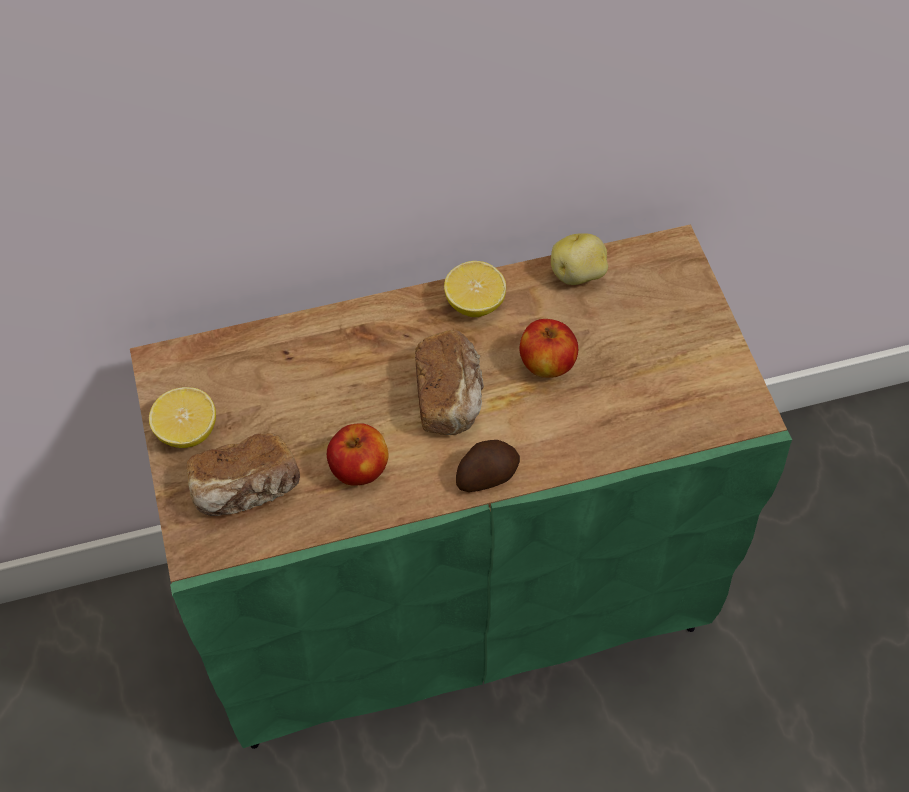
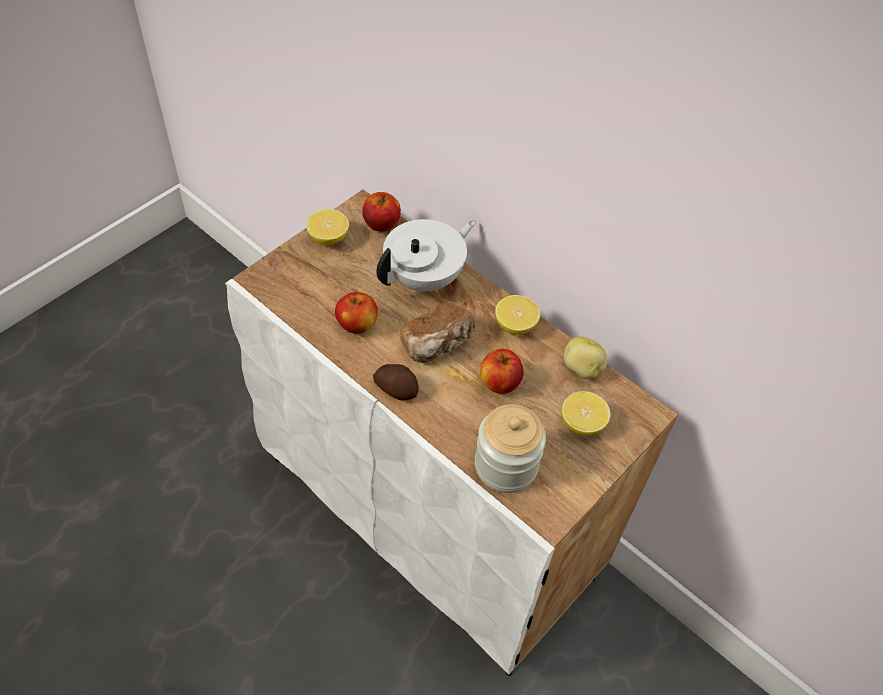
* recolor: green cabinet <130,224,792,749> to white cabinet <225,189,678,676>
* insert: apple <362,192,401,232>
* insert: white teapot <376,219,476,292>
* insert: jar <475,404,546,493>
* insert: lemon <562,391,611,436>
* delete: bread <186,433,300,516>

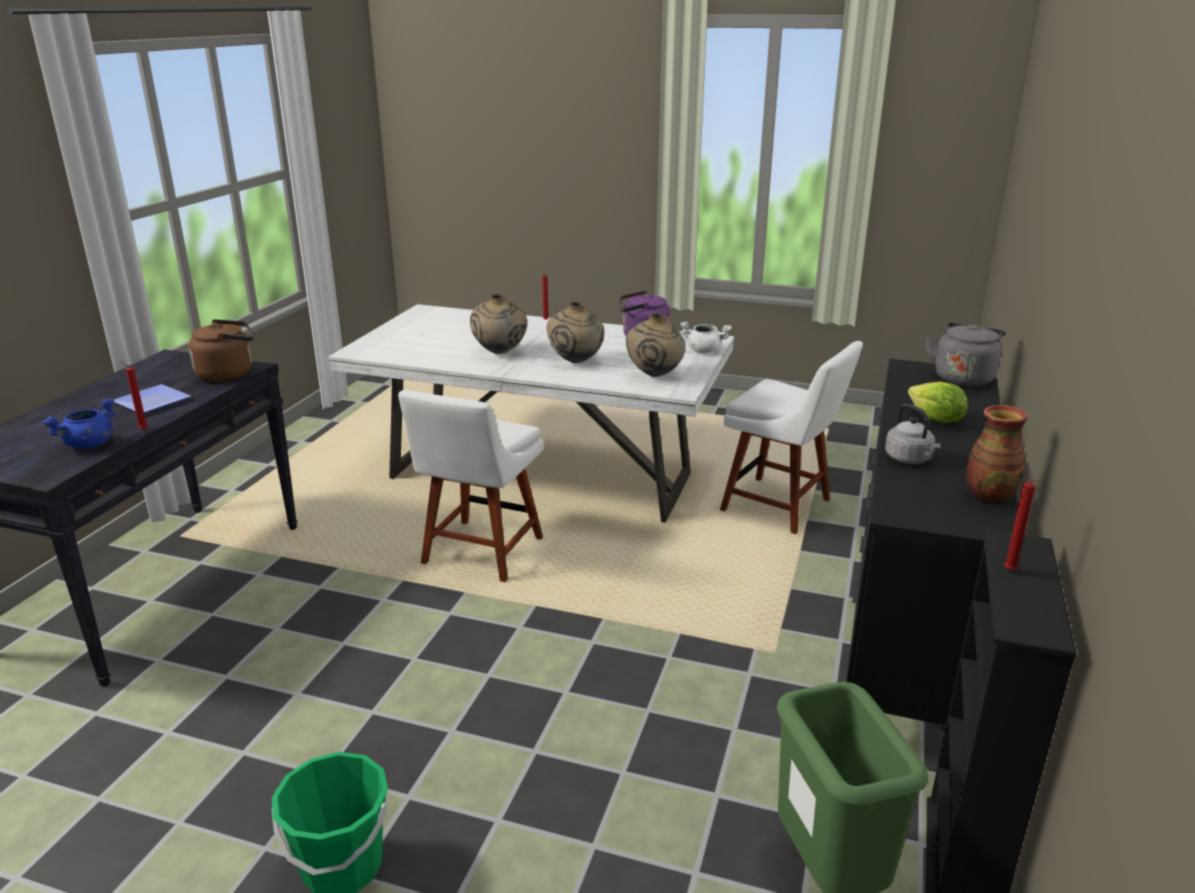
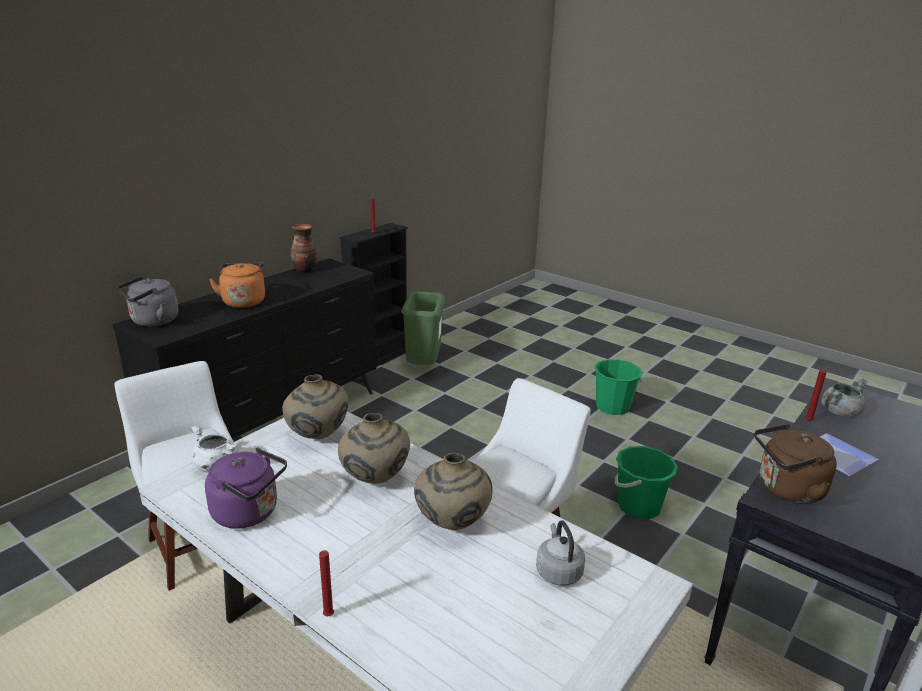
* replace: lettuce <908,381,968,423> to orange kettle <209,263,265,308>
* move: grey kettle <885,404,941,464> to <536,521,585,586>
* insert: green bucket <615,446,678,519>
* recolor: blue cooking pot <43,399,115,449> to grey cooking pot <821,378,868,418>

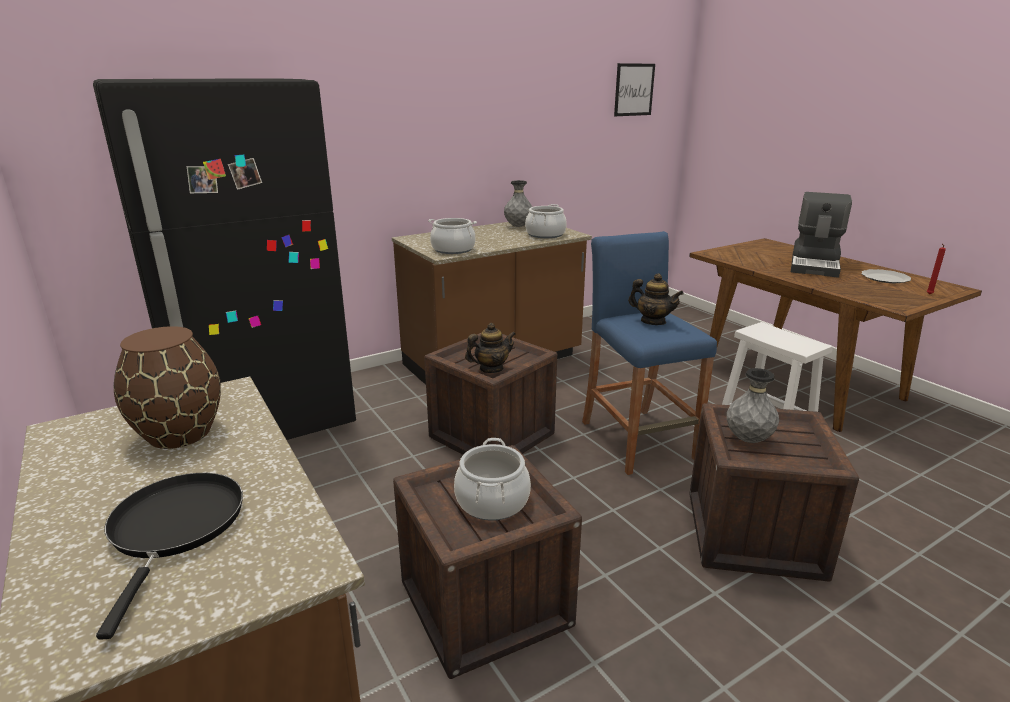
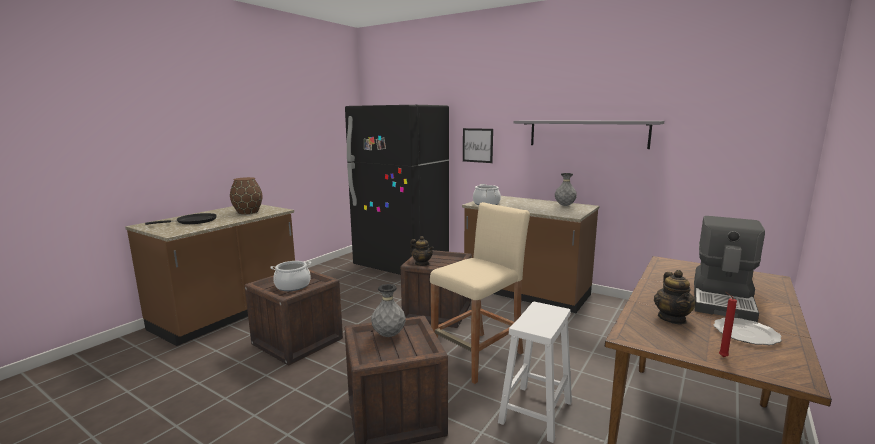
* recolor: blue stool <582,231,717,475> to beige stool <430,202,530,384>
* move: picture <614,63,655,116> to <463,128,493,163>
* insert: grey shelf <514,120,664,149>
* move: teapot <628,273,684,325> to <654,270,696,324>
* rotate: coffee machine <791,192,852,278> = <694,216,765,322> 60 degrees counterclockwise
* delete: cooking pot <525,204,567,238>

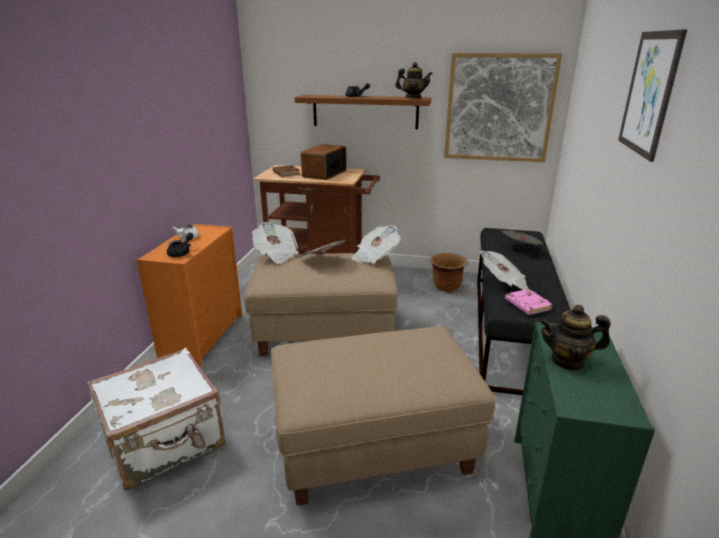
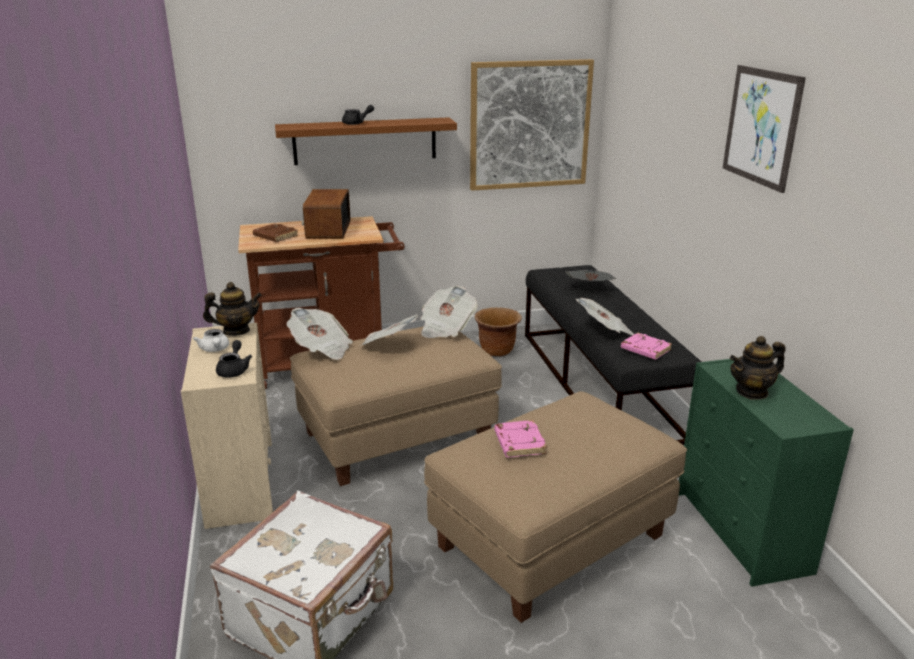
* recolor: orange dresser <137,224,243,366> to beige dresser <181,323,273,529>
* move: teapot <395,62,433,98> to <203,282,262,336>
* insert: pink book <494,420,547,458>

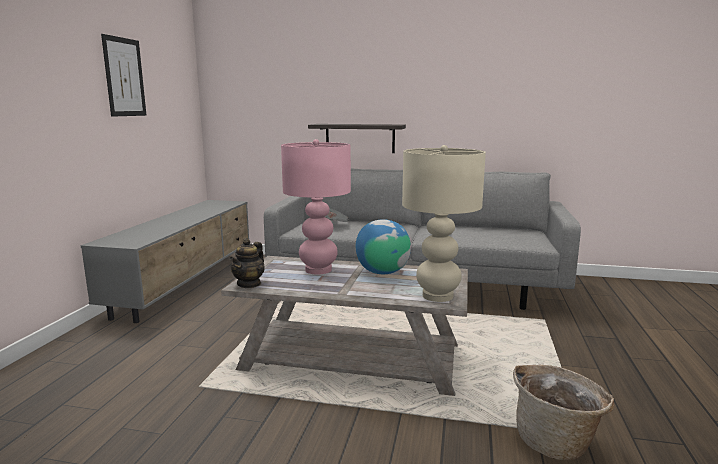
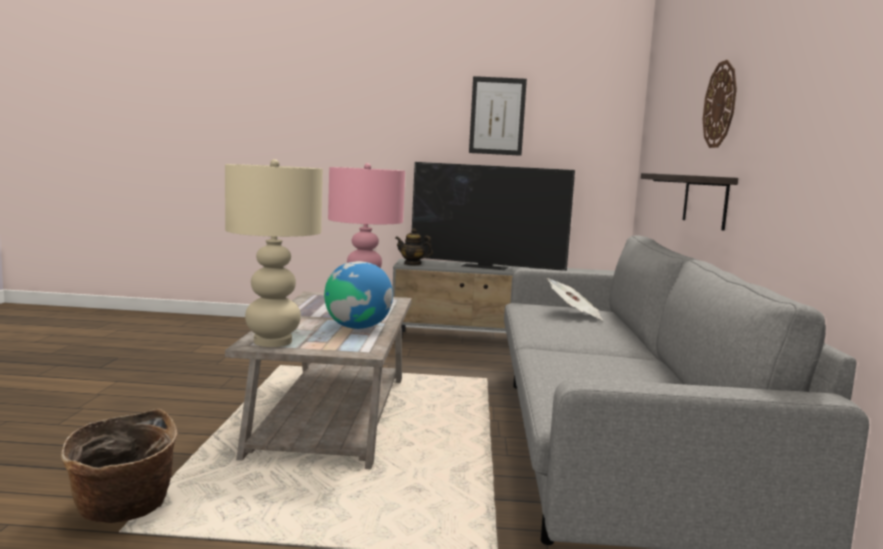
* move: teapot <230,238,265,288> to <396,228,433,265>
* insert: television <412,162,575,271>
* insert: wall clock <703,60,737,148>

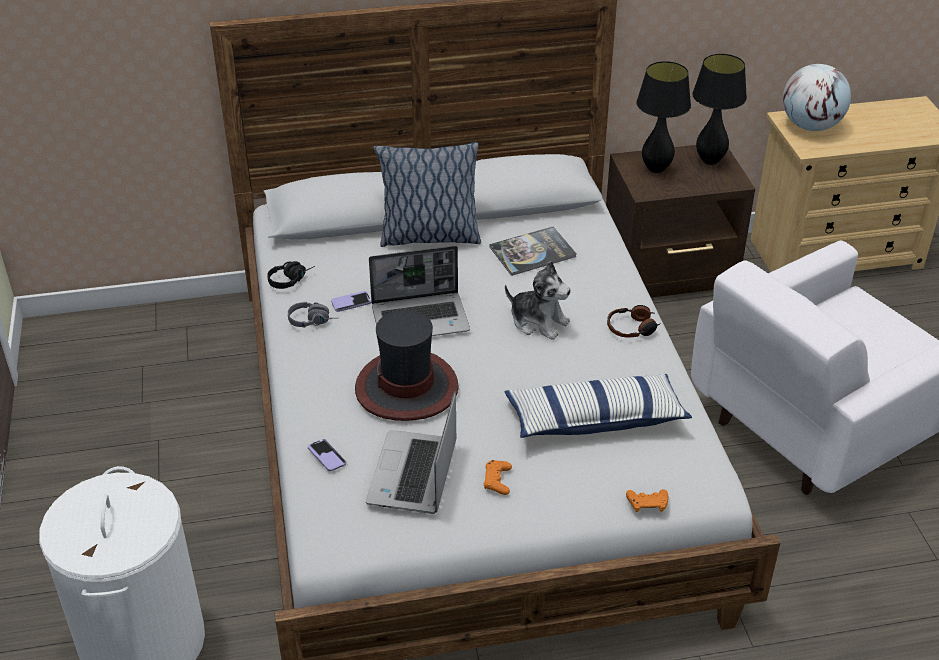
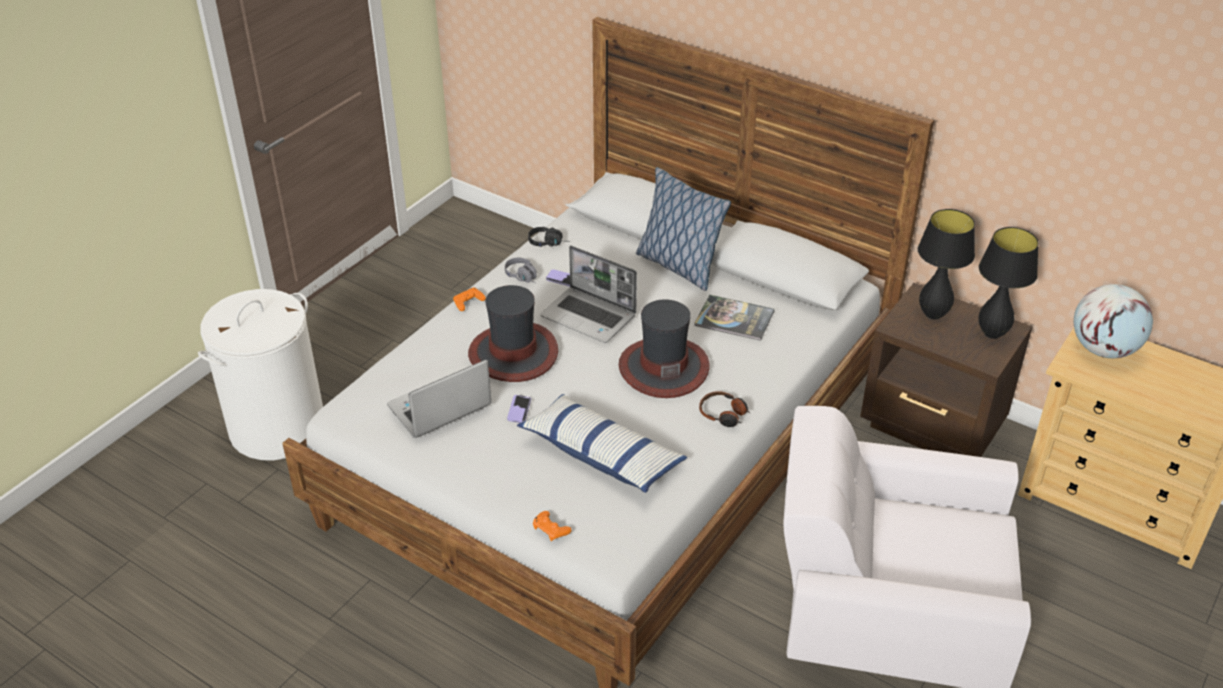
* move: orange game controller <484,460,512,495> to <453,287,486,311>
* move: phone <308,439,346,471> to <507,395,531,423>
* replace: plush toy <505,261,571,340> to hat <619,299,710,398>

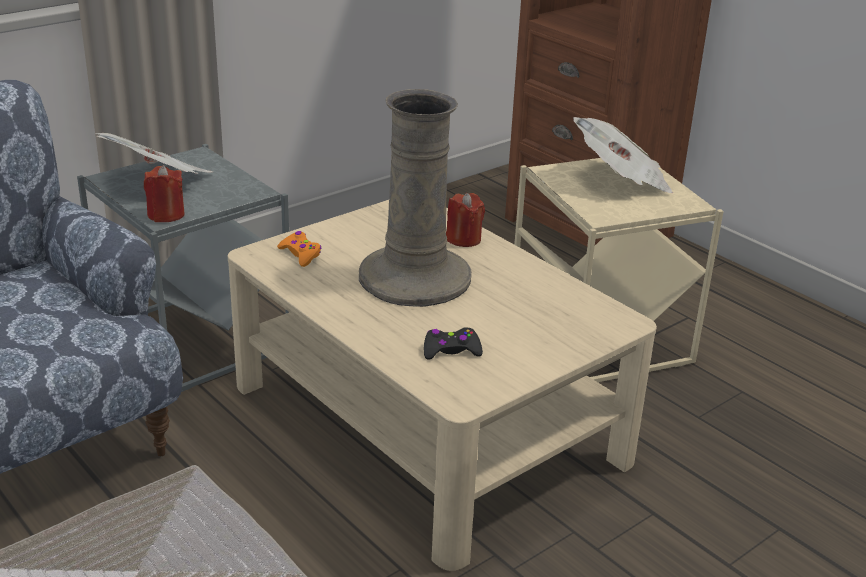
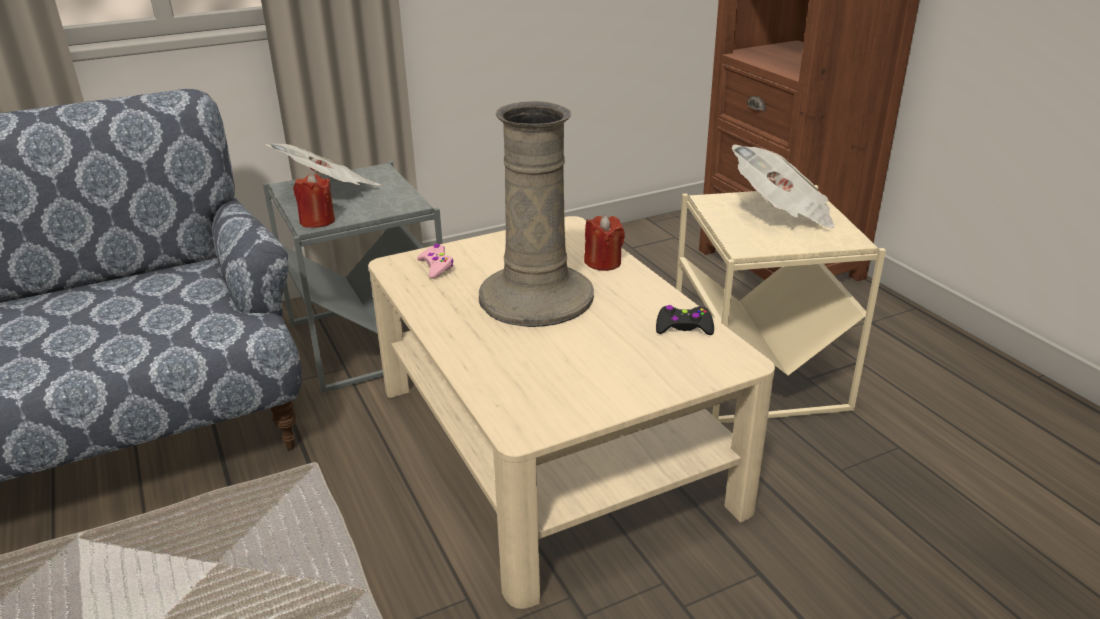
* recolor: orange game controller <277,231,322,267> to pink game controller <417,244,453,279>
* move: black game controller <424,328,483,360> to <656,305,714,335>

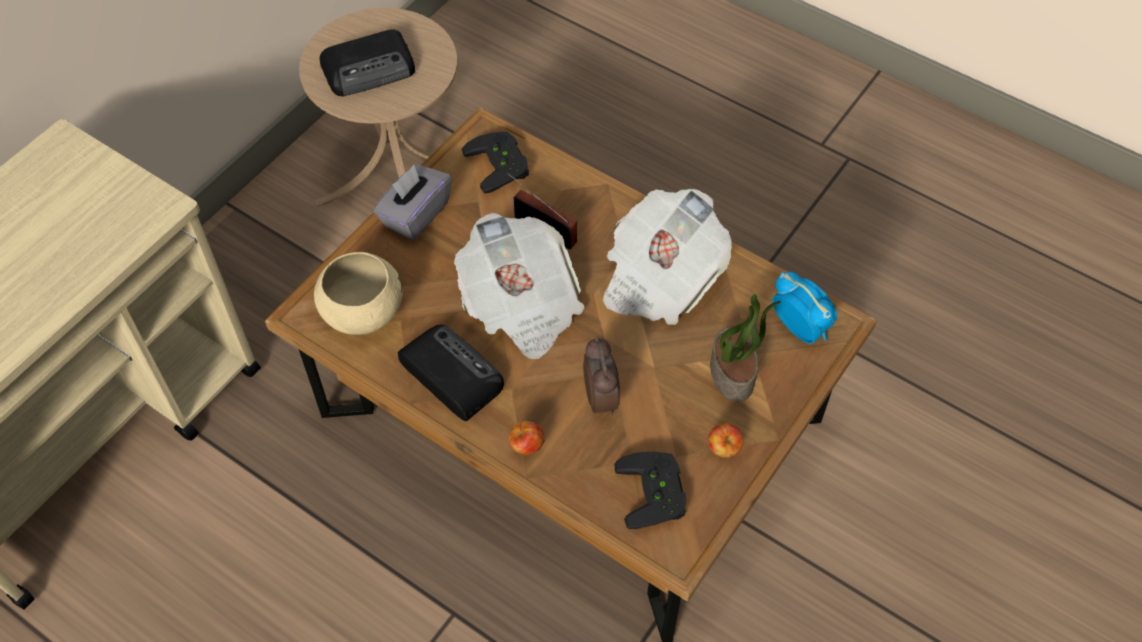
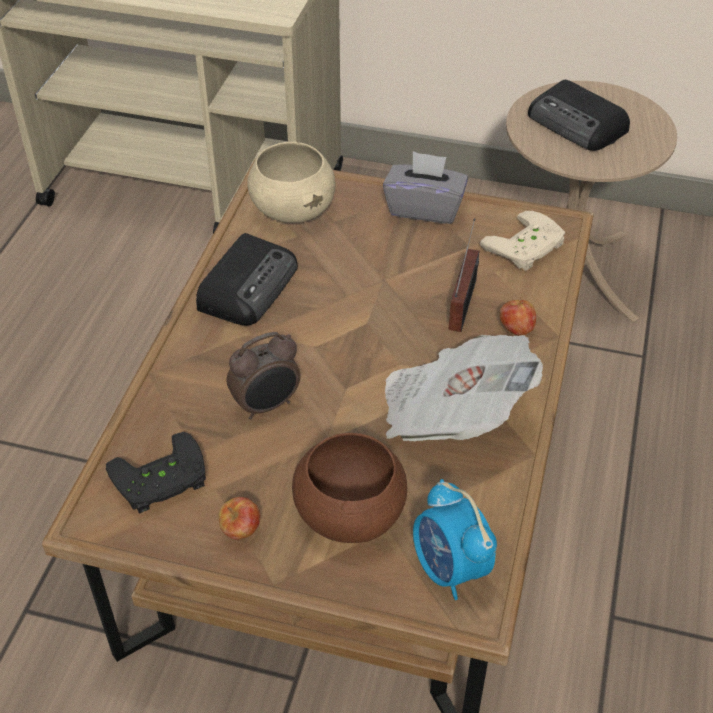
* replace: potted plant <710,294,781,402> to brown bowl <292,433,407,543>
* rotate: alarm clock <772,272,837,344> = <413,479,497,600> 120 degrees clockwise
* recolor: black game controller <462,131,529,194> to beige game controller <480,211,565,271>
* move: apple <509,421,545,455> to <500,297,536,335>
* delete: newspaper <454,213,585,359>

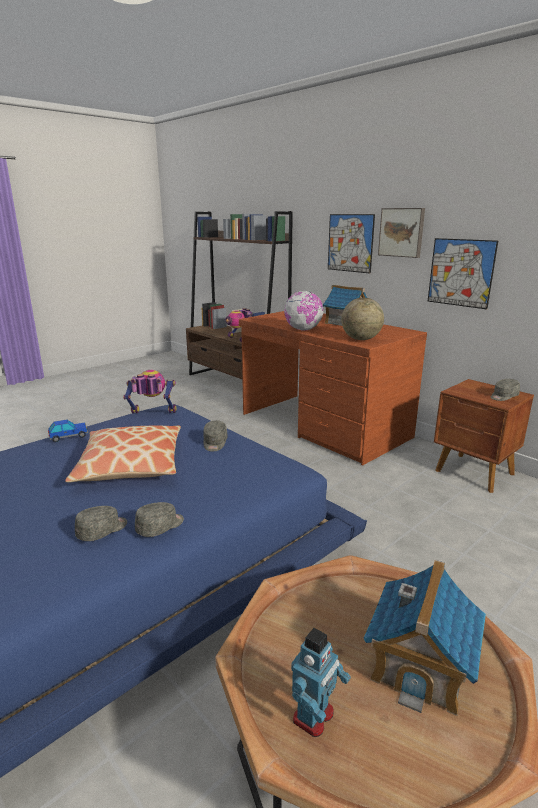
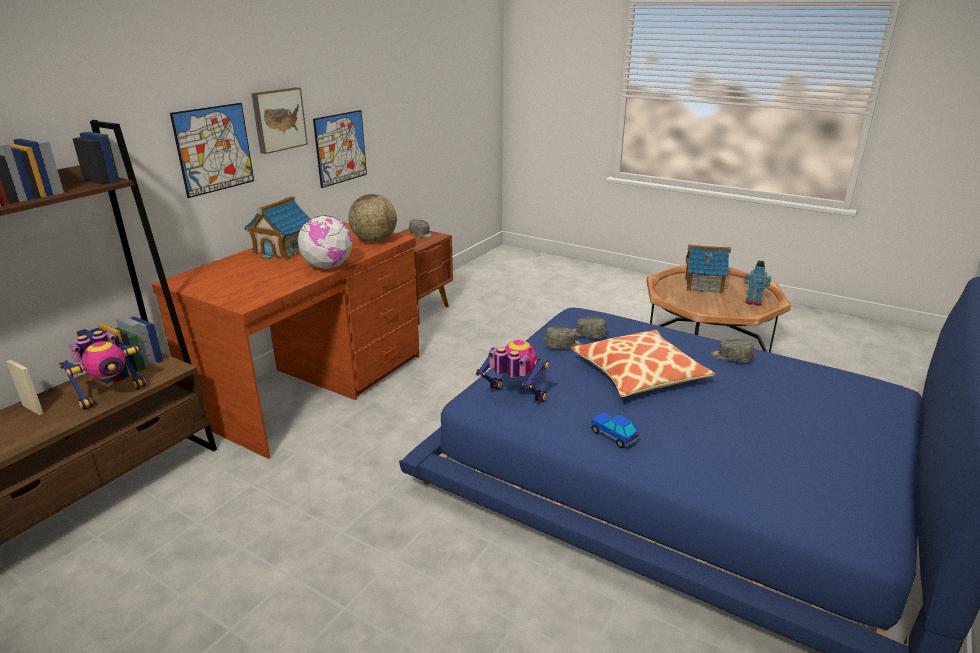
* rotate: toy robot <123,370,176,413> = <476,340,550,402> 135 degrees clockwise
* move: grey cap <135,502,184,537> to <572,317,607,339>

